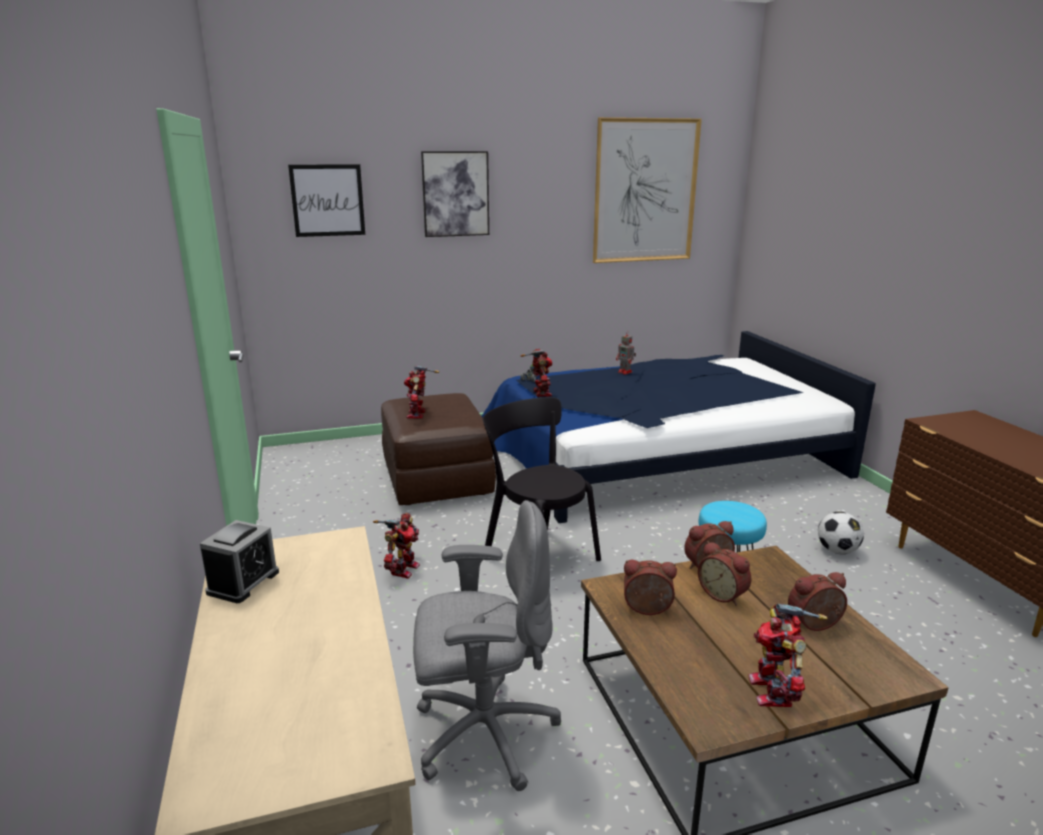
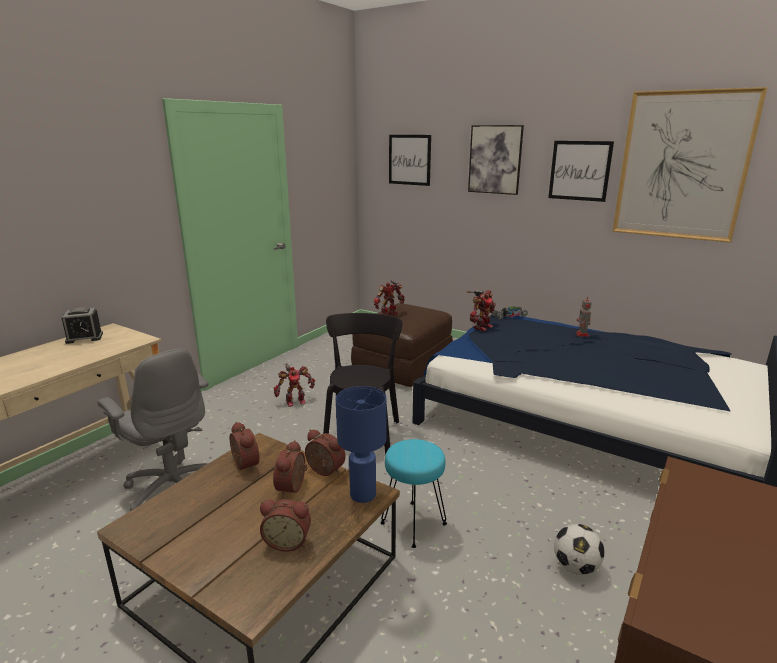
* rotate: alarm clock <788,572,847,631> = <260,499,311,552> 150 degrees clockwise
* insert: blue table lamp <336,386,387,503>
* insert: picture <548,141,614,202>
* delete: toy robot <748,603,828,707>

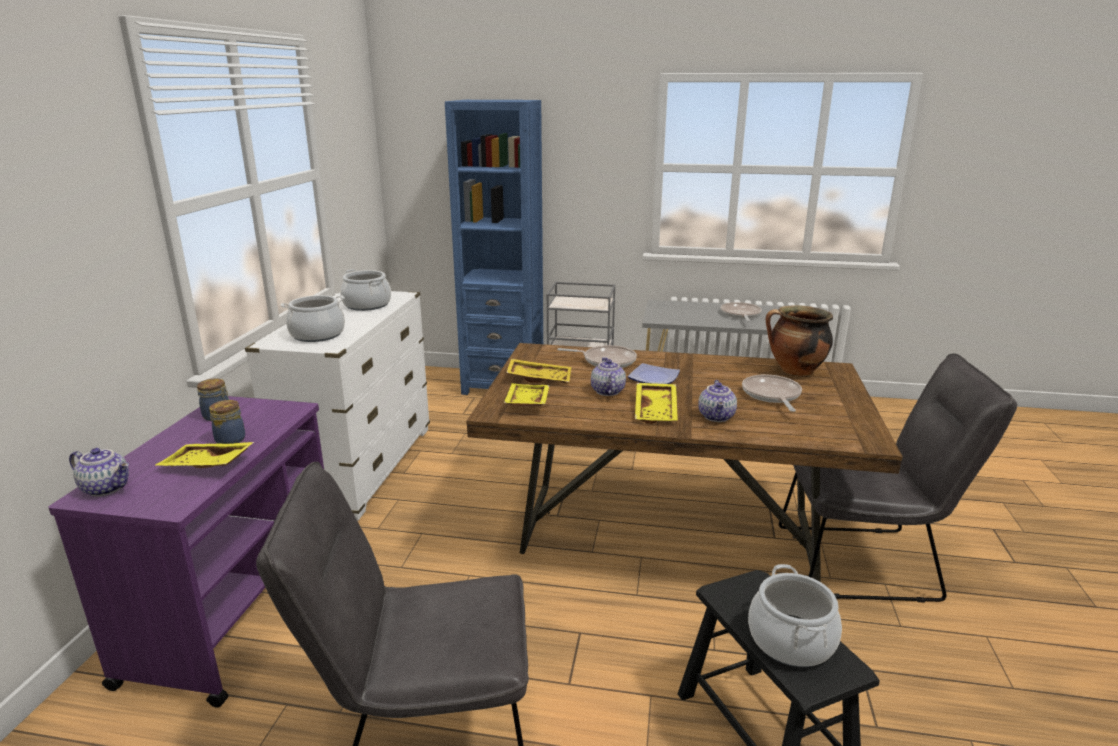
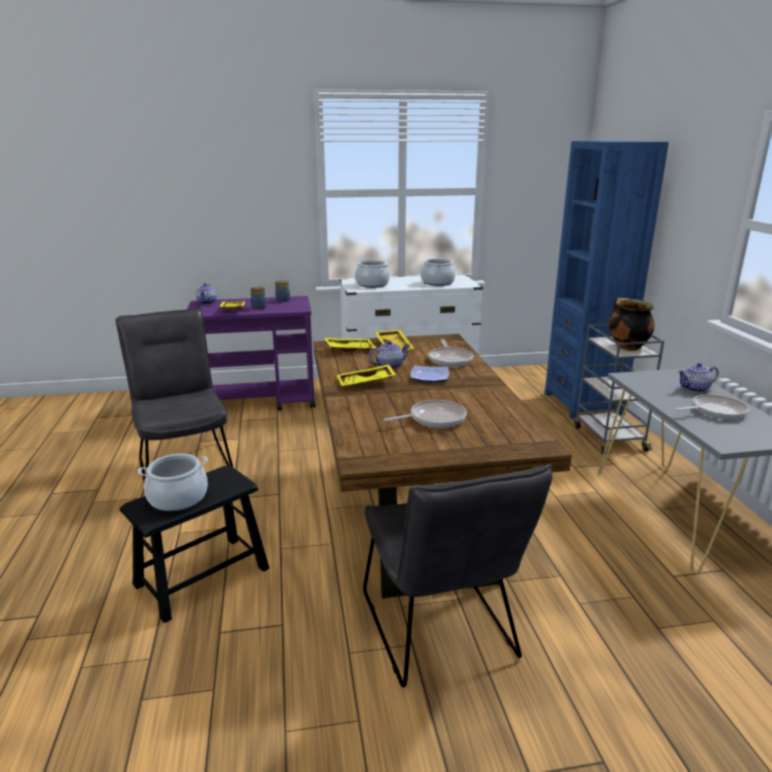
* move: cooking pot <766,305,833,376> to <609,298,655,351>
* move: teapot <698,380,737,422> to <678,363,719,393>

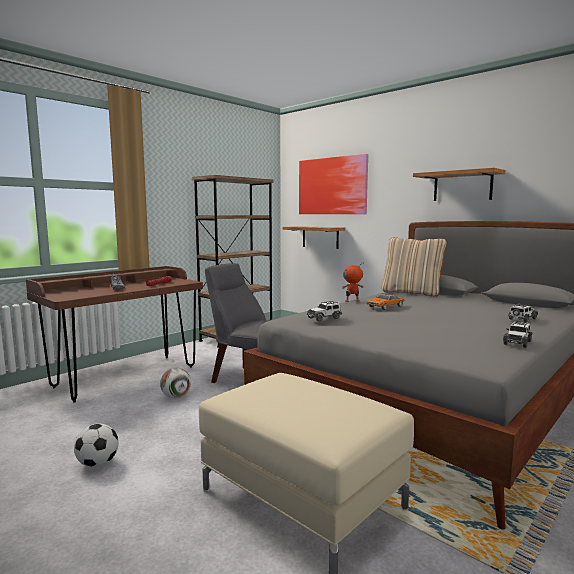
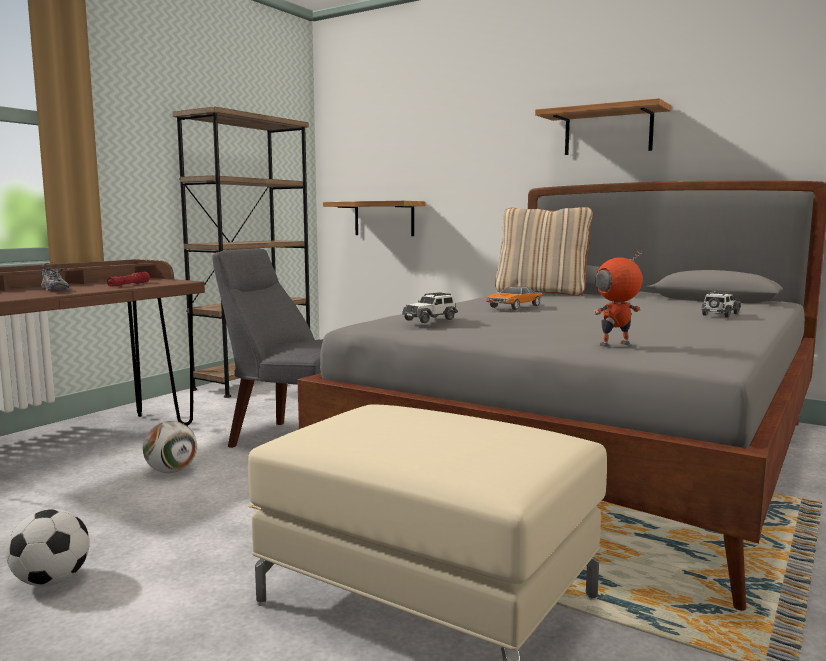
* move: toy robot <342,263,364,302> to <594,250,643,347>
* delete: picture <299,154,368,214>
* delete: toy car <503,321,532,348>

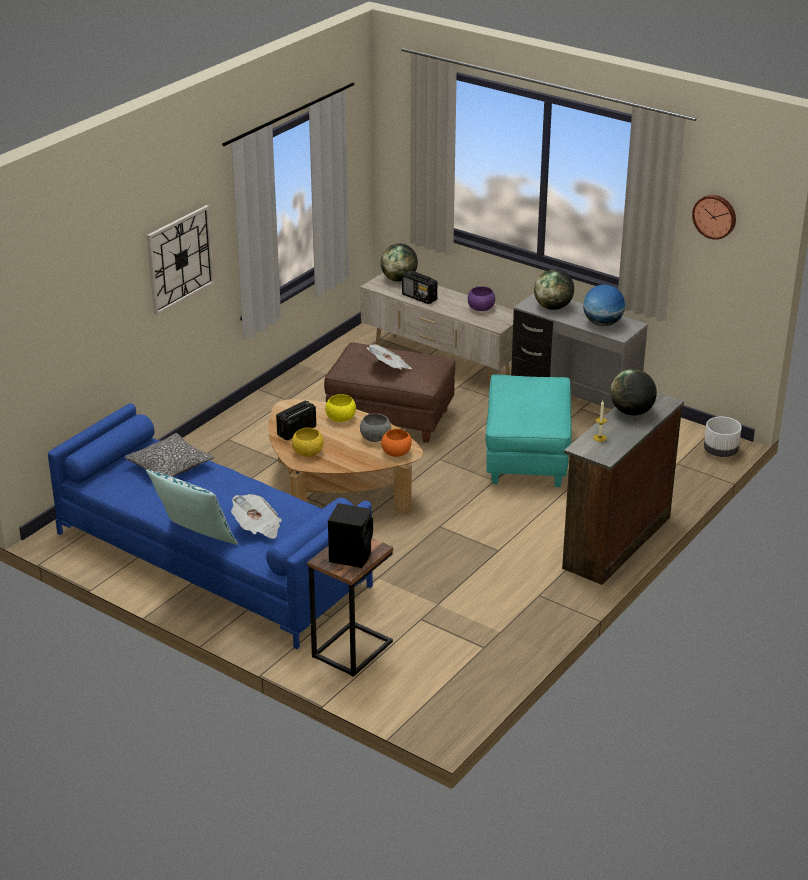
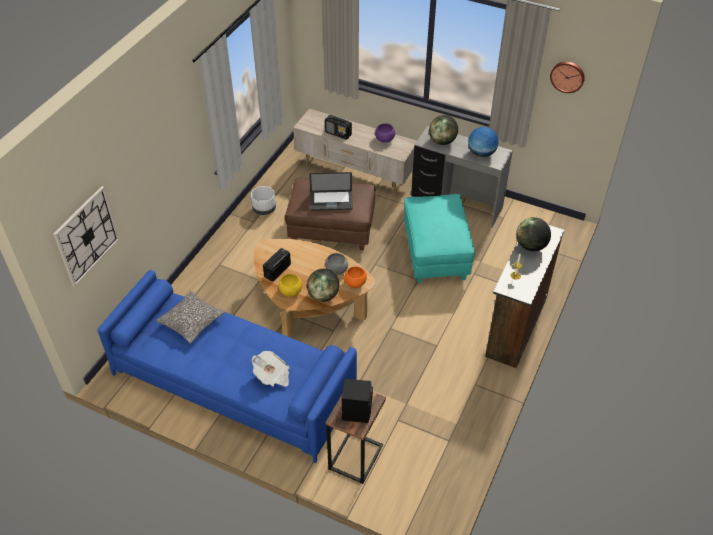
* move: wall clock <147,205,215,315> to <53,186,120,287>
* move: white planter <704,417,742,457> to <251,186,276,215>
* move: globe <381,244,418,282> to <307,269,339,302>
* replace: newspaper <367,344,412,370> to laptop <309,172,353,211>
* delete: pillow <146,469,238,545>
* delete: yellow bowl <325,394,356,422>

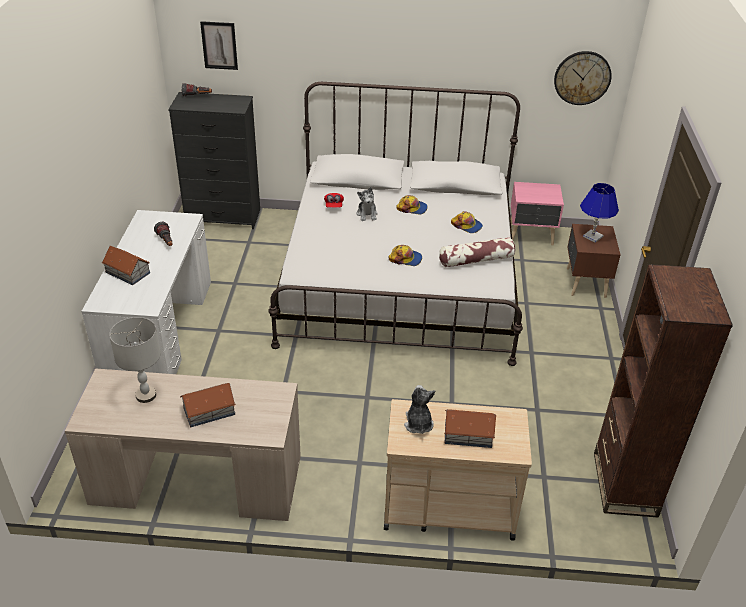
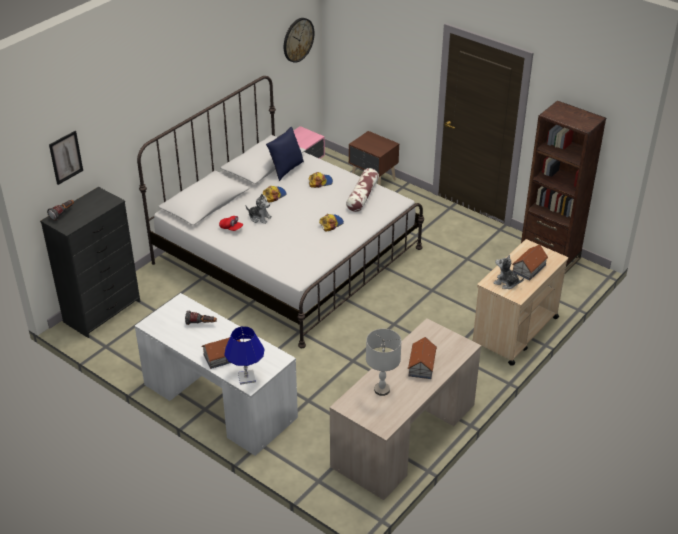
* move: blue table lamp <580,183,619,243> to <224,326,264,385>
* insert: blue pillow <266,127,304,181>

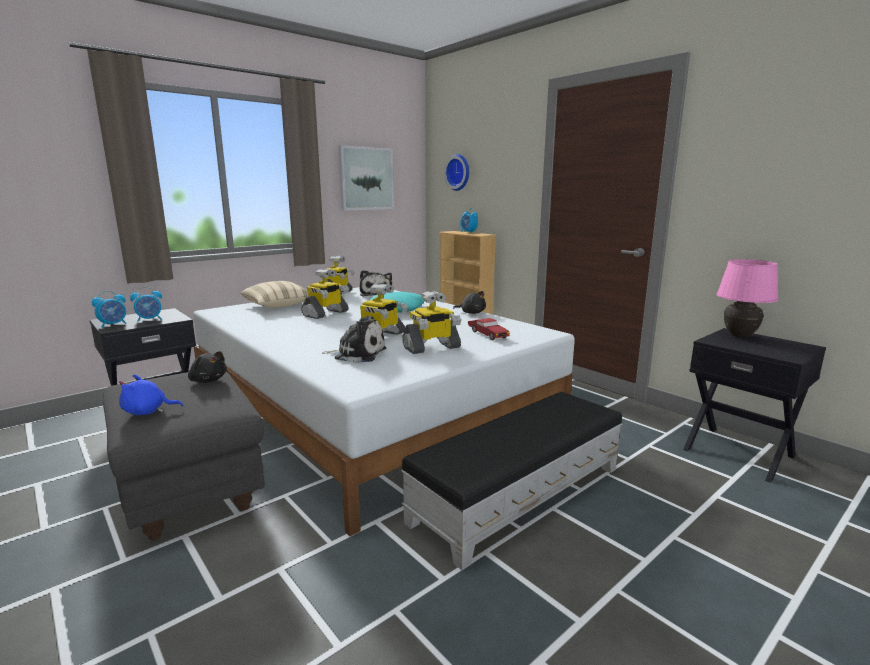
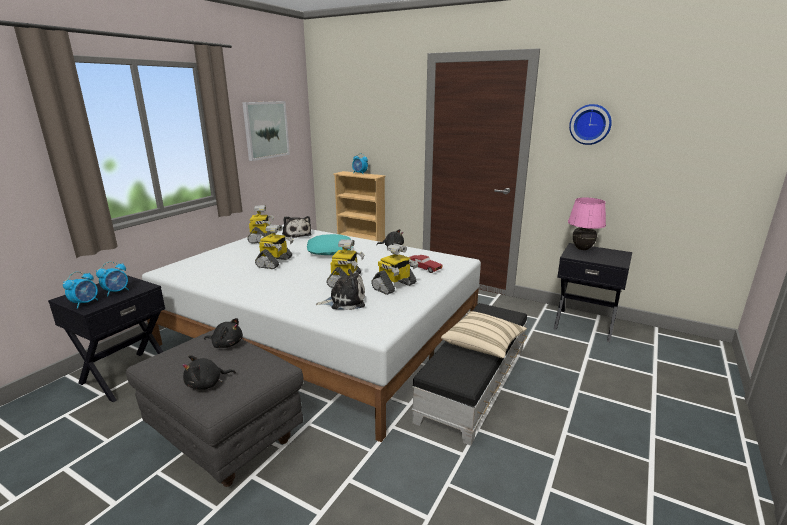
* recolor: blue plush toy <119,374,183,415> to black plush toy <182,355,236,390>
* move: beige pillow <240,281,309,308> to <441,311,527,358>
* move: wall clock <444,154,469,191> to <569,104,612,145>

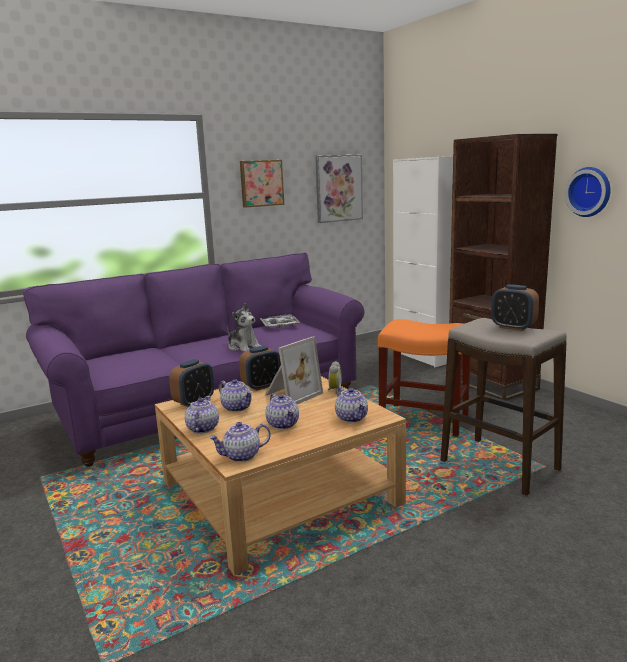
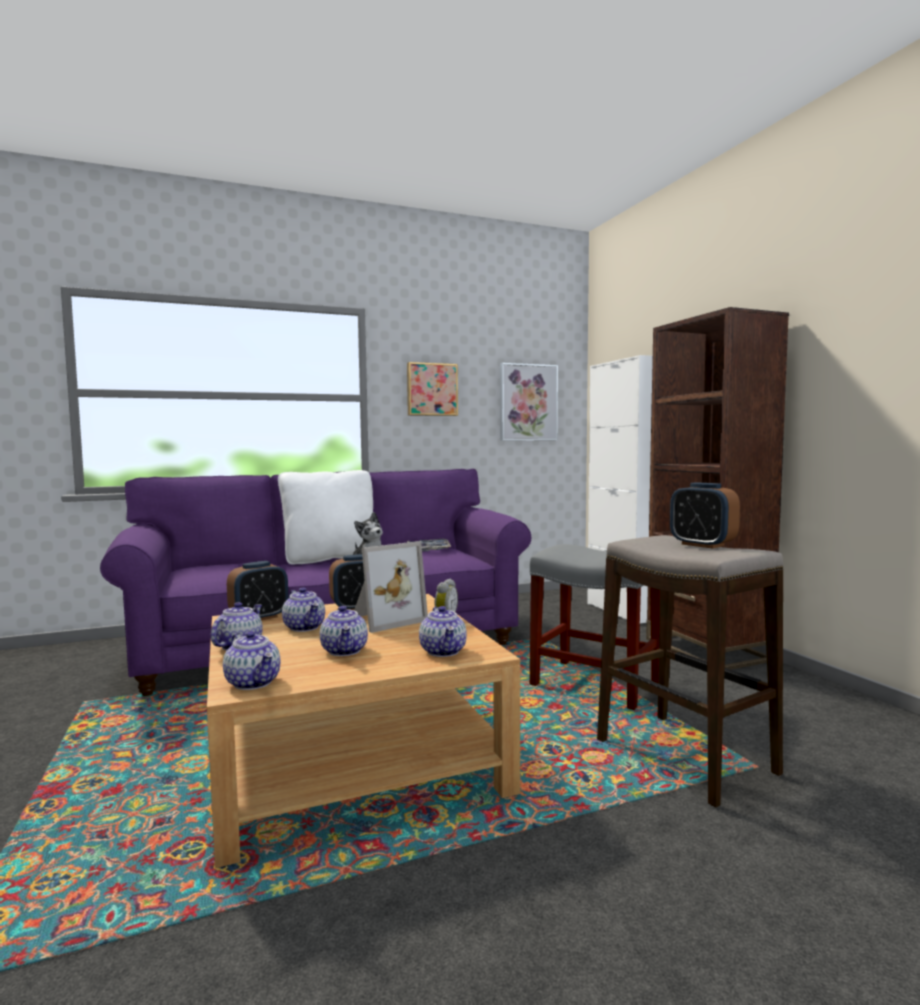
* rotate: teapot <209,422,270,462> = <223,631,280,690> 120 degrees counterclockwise
* insert: white pillow <278,470,373,565>
* recolor: orange stool <378,319,470,437> to grey stool <530,544,660,710>
* delete: wall clock <565,167,611,217>

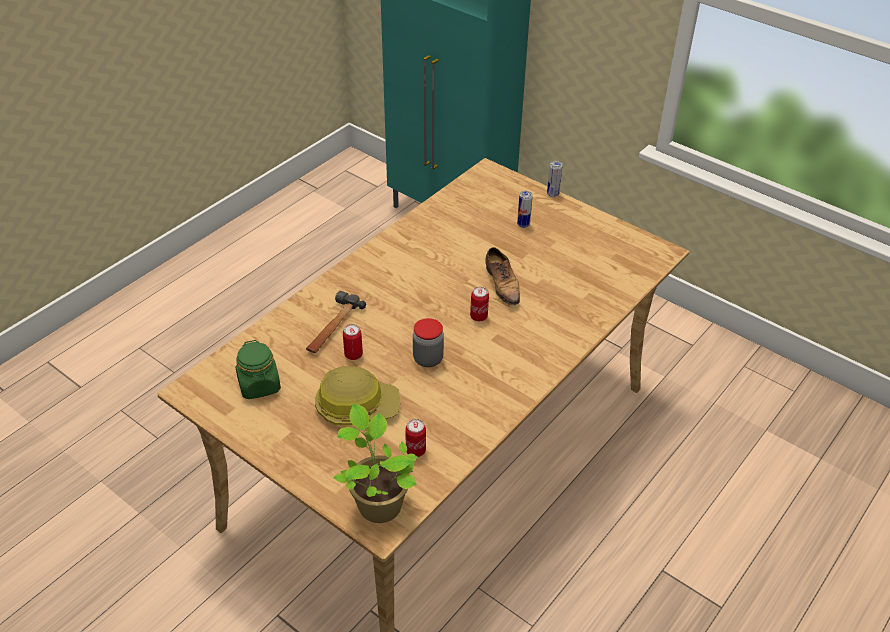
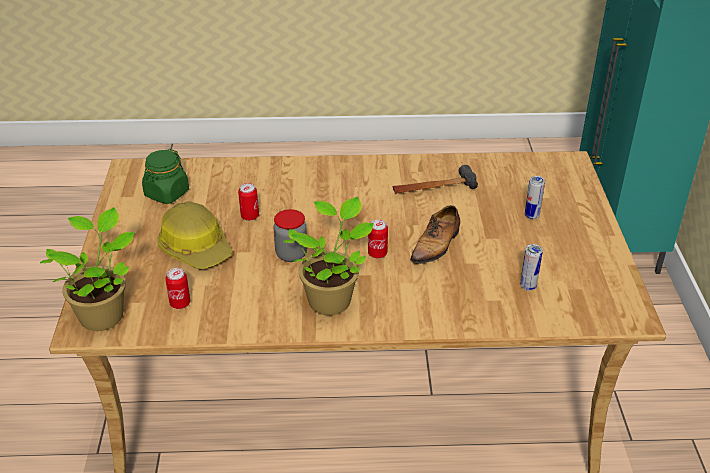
* insert: potted plant <283,197,374,315>
* move: hammer <306,291,366,353> to <393,165,478,193>
* move: can <547,161,563,197> to <520,244,543,291>

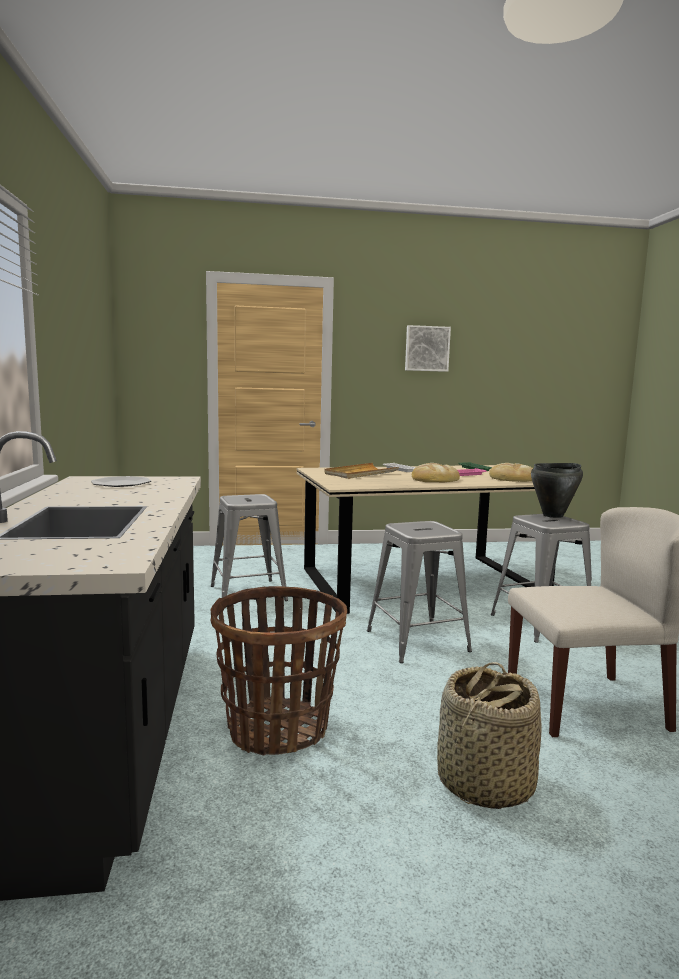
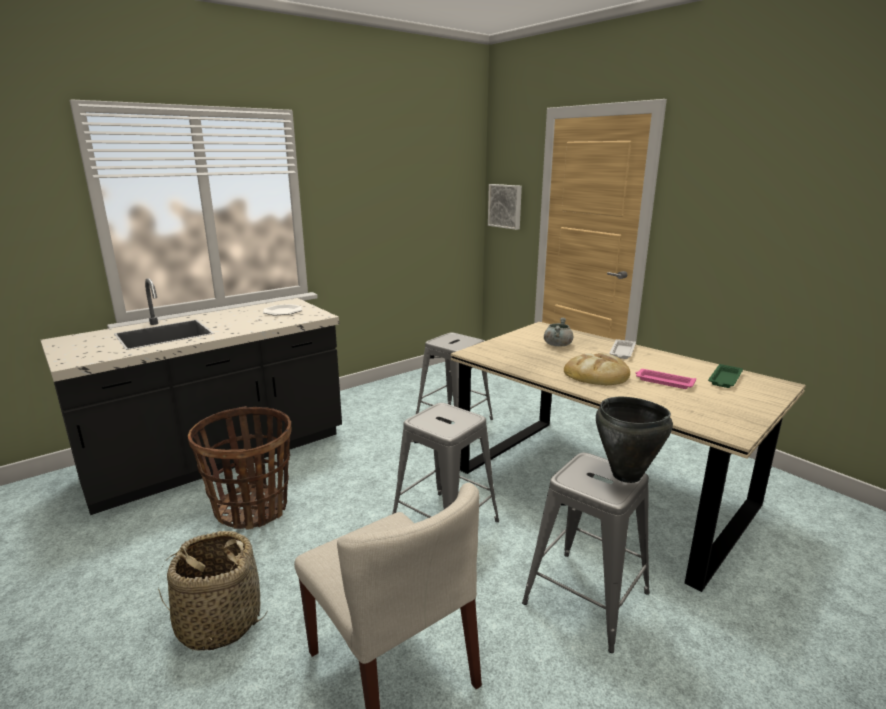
* move: picture <405,325,451,372> to <488,184,522,230>
* replace: beige tray <324,463,399,479> to grey cooking pot <544,318,573,346>
* delete: bread <489,463,533,482>

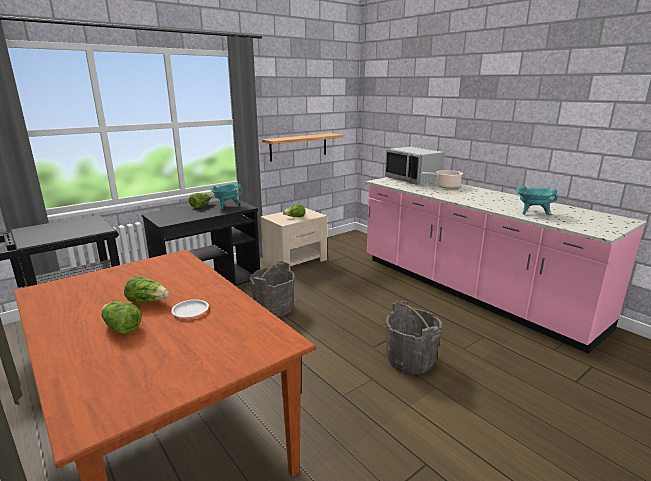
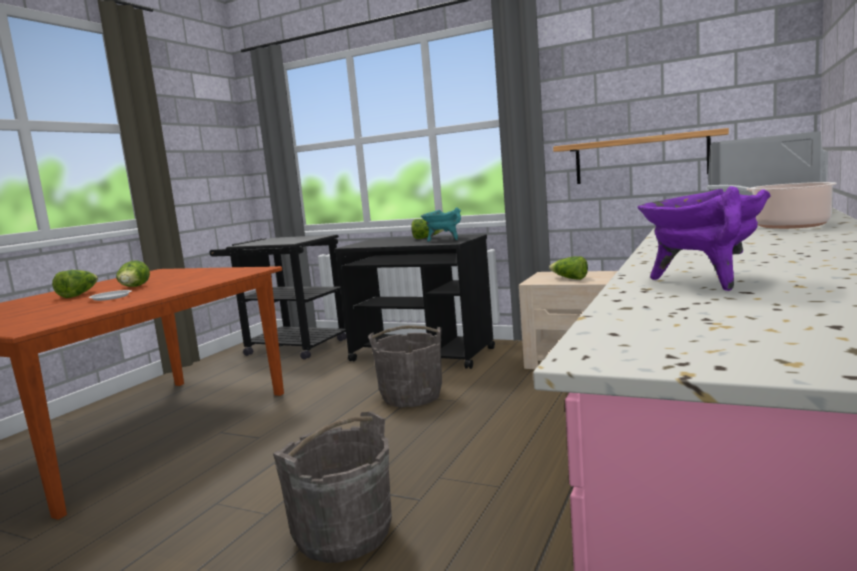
* recolor: turquoise cooking pot <517,186,558,215> to purple cooking pot <638,186,771,291>

